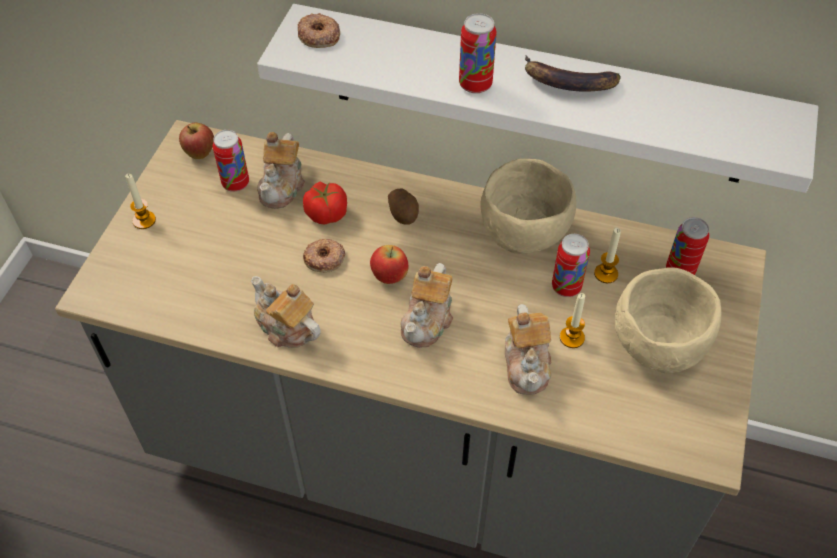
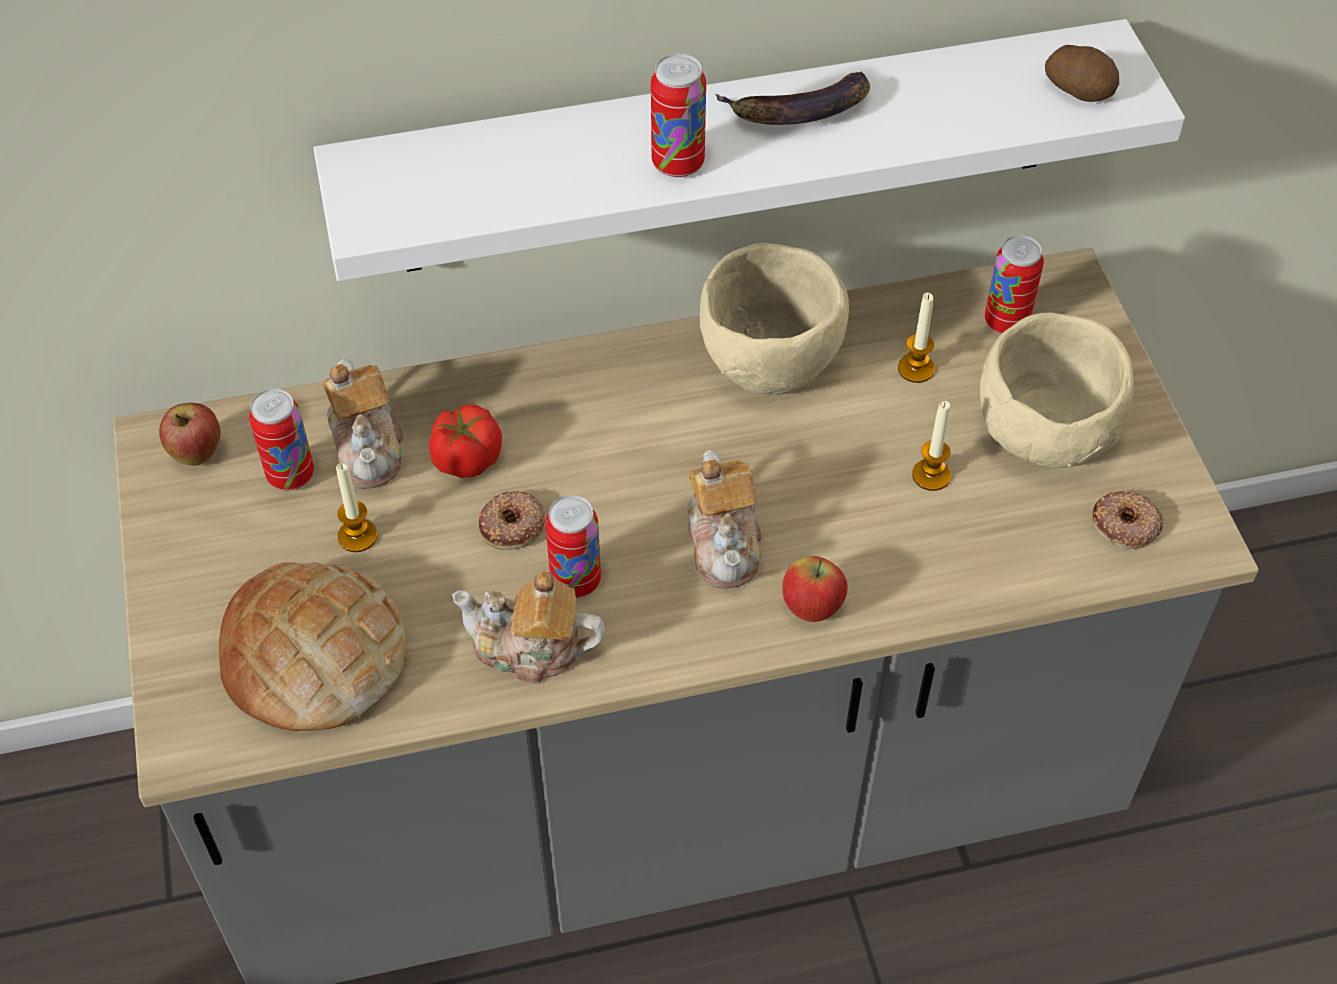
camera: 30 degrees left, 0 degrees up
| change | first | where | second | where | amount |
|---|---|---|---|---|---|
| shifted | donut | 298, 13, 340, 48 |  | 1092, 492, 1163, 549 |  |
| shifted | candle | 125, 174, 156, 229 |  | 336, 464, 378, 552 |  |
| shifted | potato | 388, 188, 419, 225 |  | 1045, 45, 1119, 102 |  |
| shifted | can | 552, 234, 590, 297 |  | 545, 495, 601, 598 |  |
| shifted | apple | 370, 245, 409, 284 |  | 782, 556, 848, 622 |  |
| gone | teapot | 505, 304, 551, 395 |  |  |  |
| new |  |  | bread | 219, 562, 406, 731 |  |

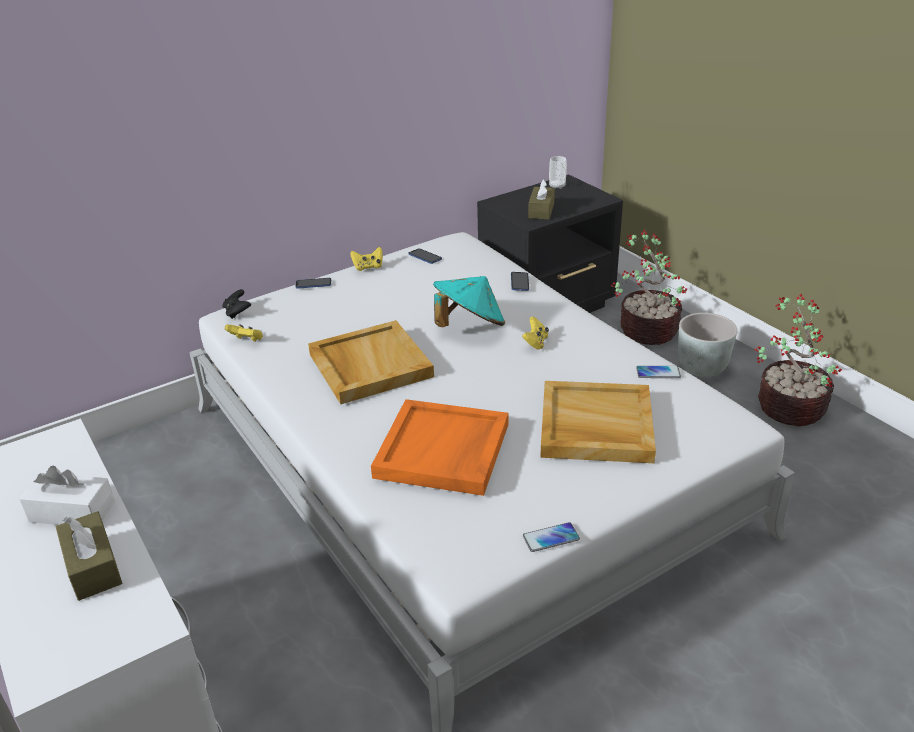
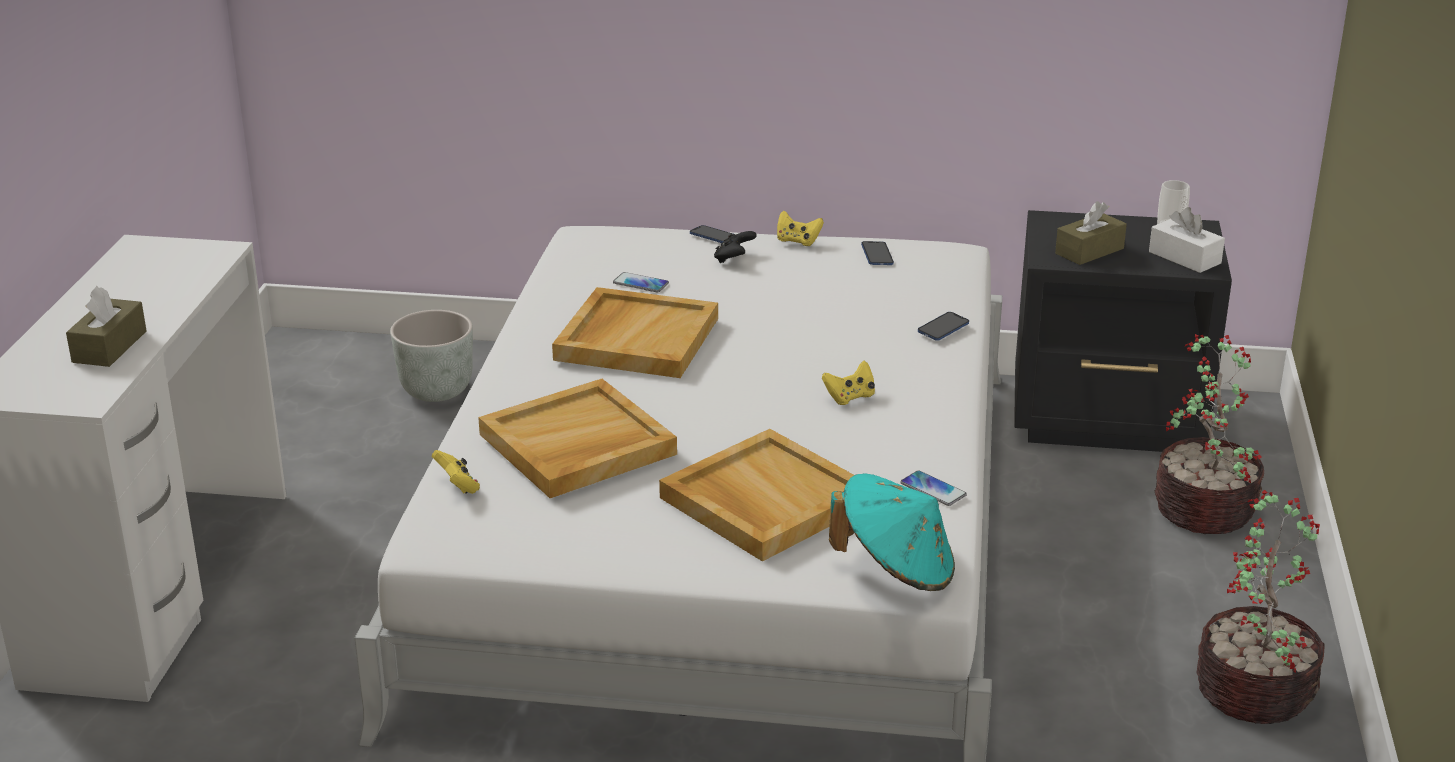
camera: 40 degrees right, 5 degrees down
| change | first | where | second | where | amount |
|---|---|---|---|---|---|
| shifted | turquoise hat | 433, 276, 505, 327 |  | 829, 474, 955, 591 |  |
| shifted | black game controller | 222, 289, 251, 319 |  | 714, 231, 757, 263 |  |
| shifted | grey planter | 678, 313, 737, 377 |  | 390, 310, 473, 402 |  |
| shifted | yellow game controller | 225, 325, 263, 342 |  | 432, 450, 480, 494 |  |
| repainted | orange tray | 371, 399, 508, 496 | beige tray | 478, 379, 677, 498 |  |
| shifted | white tissue box | 19, 466, 115, 525 |  | 1149, 207, 1225, 273 |  |
| shifted | phone | 523, 522, 580, 552 |  | 613, 272, 669, 292 |  |

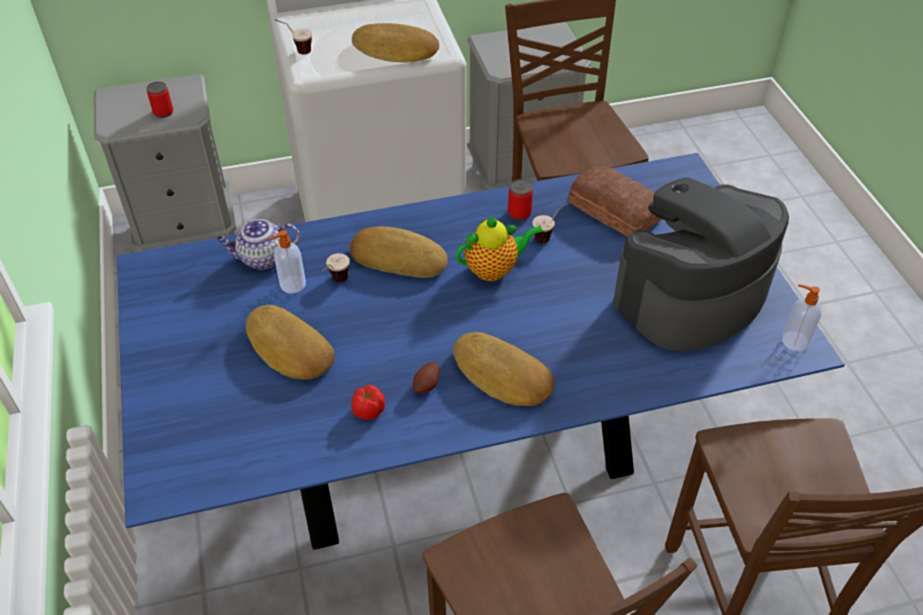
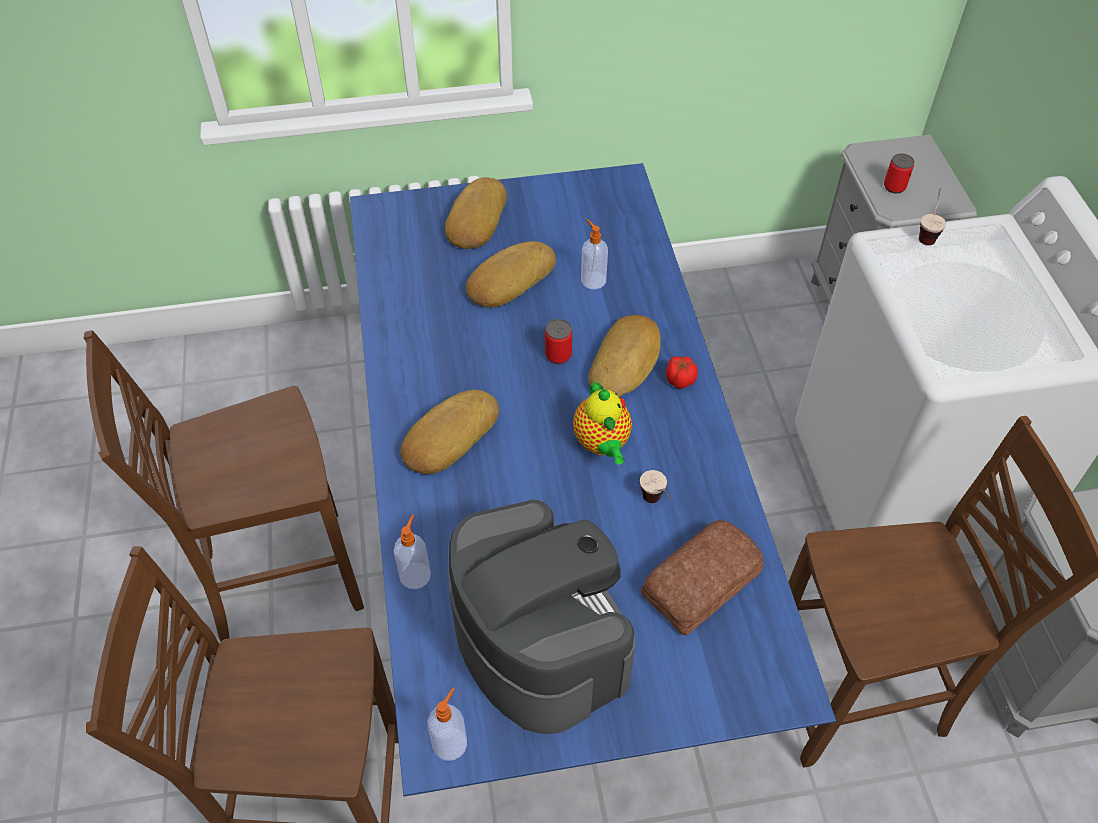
camera: 95 degrees right, 5 degrees up
| change | first | where | second | where | amount |
|---|---|---|---|---|---|
| shifted | bread | 352, 23, 439, 62 |  | 445, 177, 507, 249 |  |
| shifted | can | 508, 179, 533, 220 |  | 545, 319, 572, 364 |  |
| gone | teapot | 216, 219, 300, 270 |  |  |  |
| gone | cup | 322, 253, 350, 283 |  |  |  |
| gone | potato | 413, 362, 440, 394 |  |  |  |
| shifted | tomato | 351, 385, 385, 420 |  | 666, 356, 698, 388 |  |
| new |  |  | soap dispenser | 394, 514, 431, 589 |  |

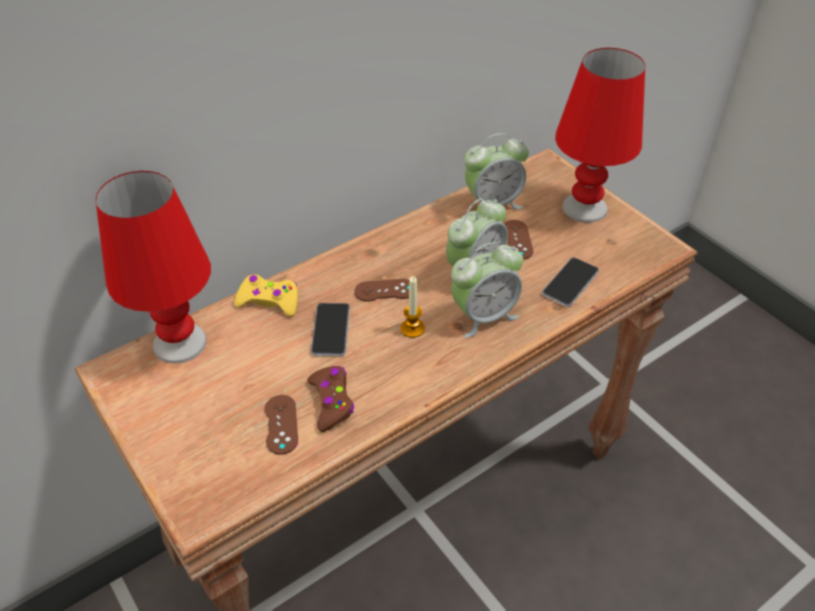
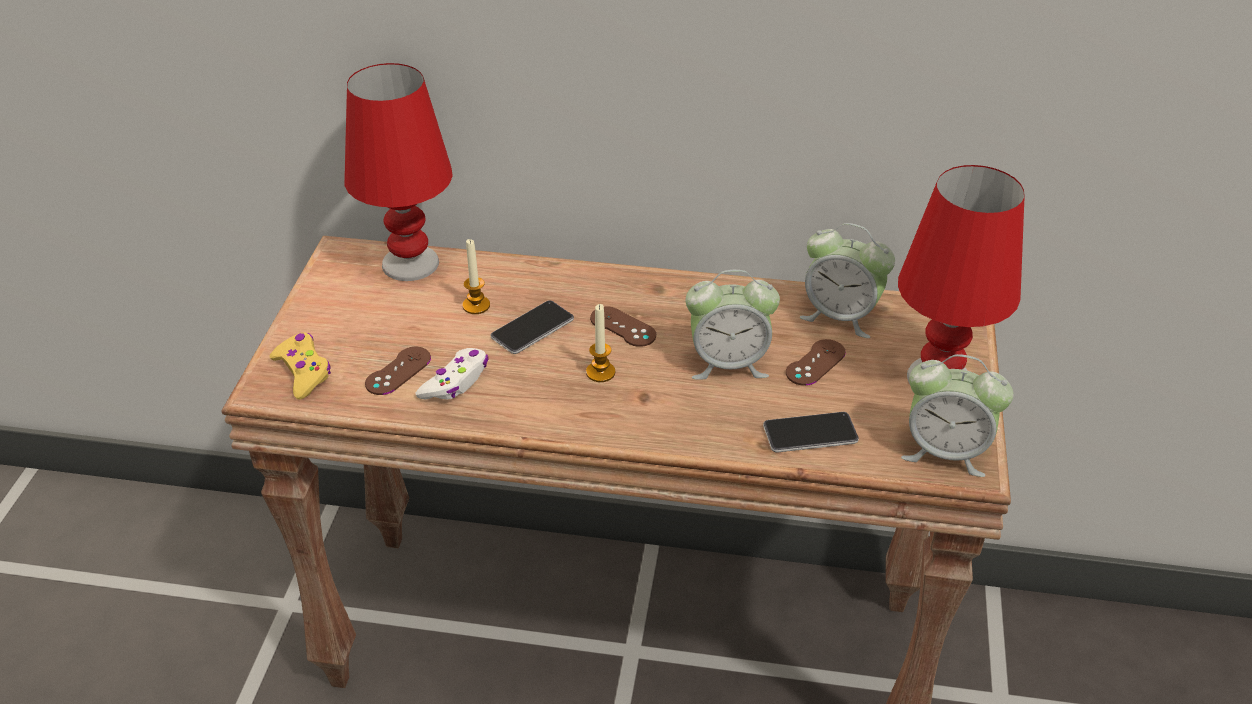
camera: 45 degrees right, 5 degrees down
| change | first | where | second | where | amount |
|---|---|---|---|---|---|
| shifted | alarm clock | 451, 242, 523, 338 |  | 901, 354, 1014, 477 |  |
| shifted | yellow game controller | 234, 274, 298, 316 |  | 270, 332, 331, 400 |  |
| repainted | brown game controller | 307, 366, 354, 432 | white game controller | 416, 348, 488, 399 |  |
| new |  |  | candle | 462, 239, 490, 314 |  |

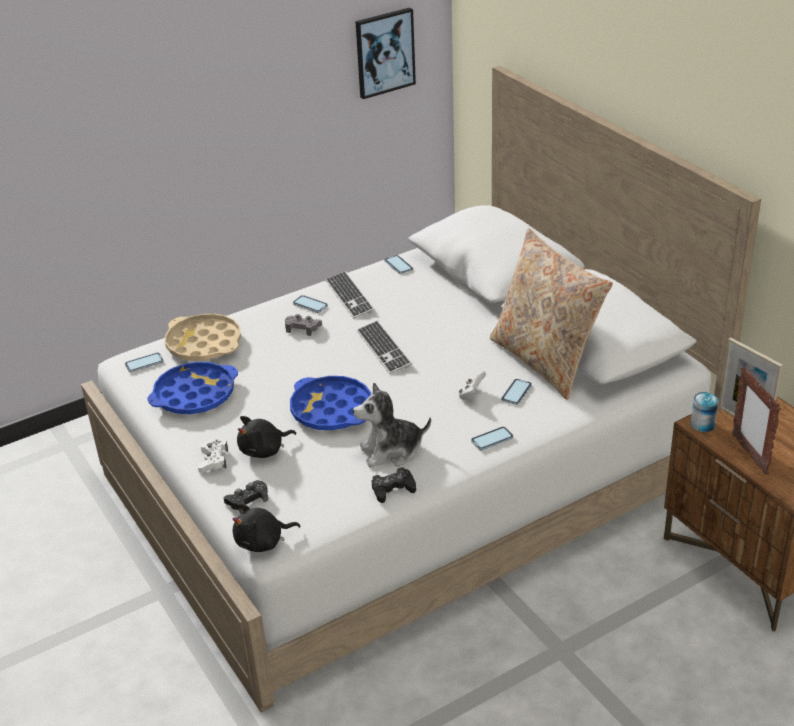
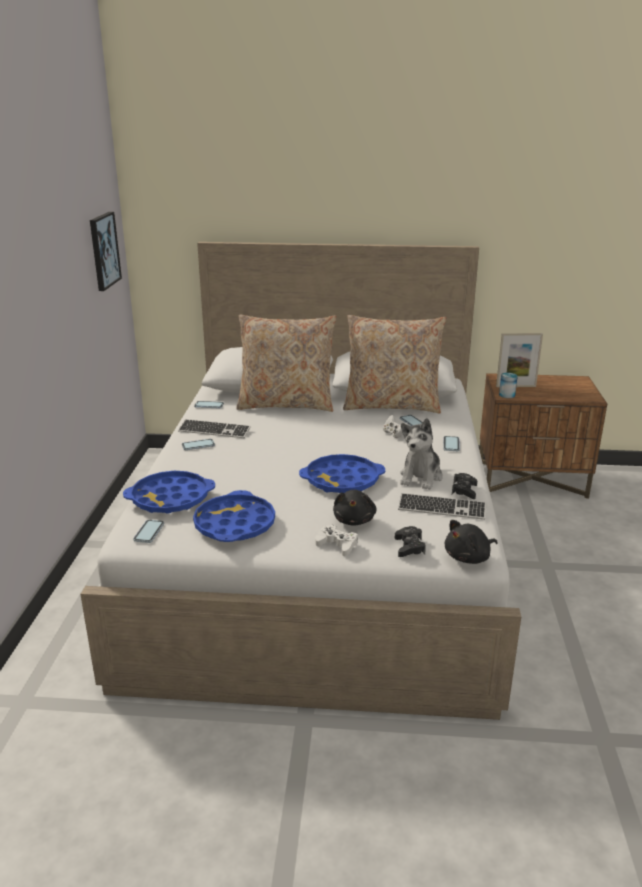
camera: 55 degrees left, 10 degrees down
| change | first | where | second | where | amount |
|---|---|---|---|---|---|
| repainted | beige tray | 165, 314, 241, 361 | blue tray | 123, 471, 215, 514 |  |
| gone | grey game controller | 285, 314, 322, 336 |  |  |  |
| shifted | keyboard | 357, 321, 412, 374 |  | 398, 493, 486, 520 |  |
| gone | picture frame | 732, 367, 781, 474 |  |  |  |
| rotated | black plush toy | 232, 504, 300, 552 |  | 445, 520, 498, 564 | 45 degrees clockwise |
| new |  |  | beige pillow | 236, 314, 336, 412 |  |

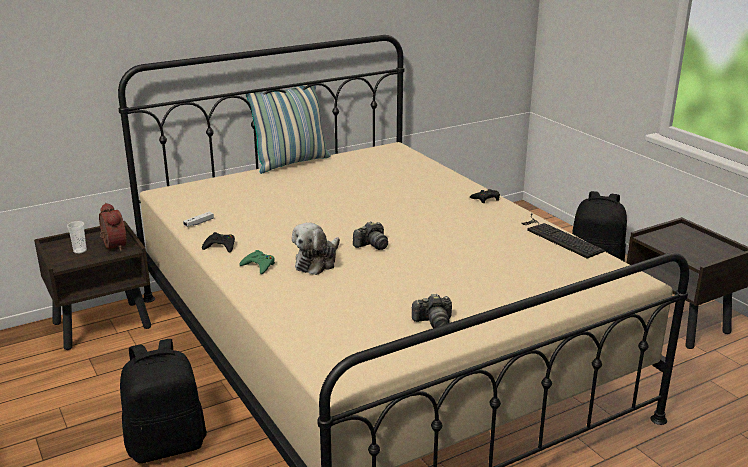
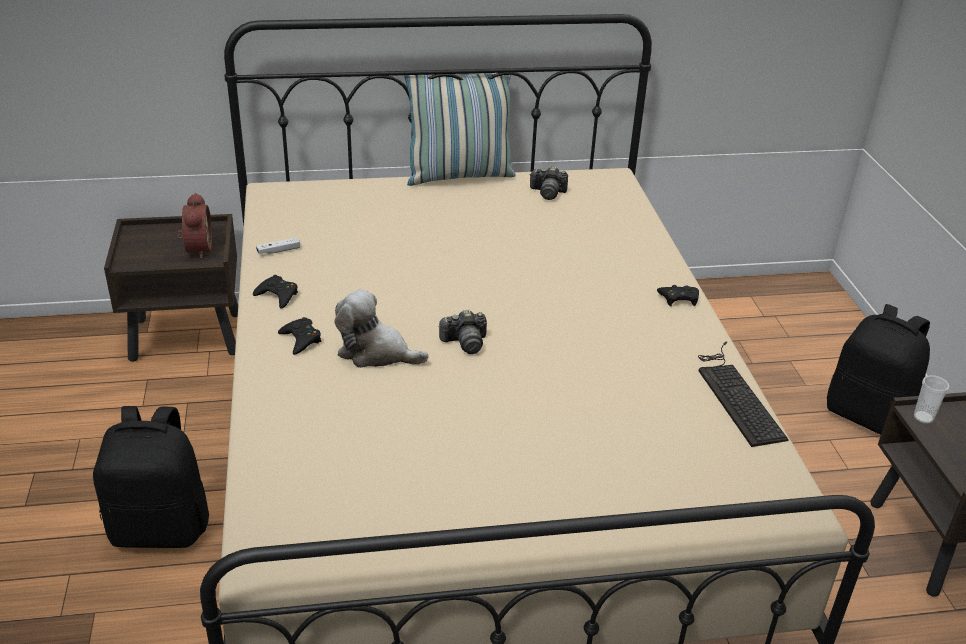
camera: 20 degrees right, 10 degrees up
| change | first | where | second | where | amount |
|---|---|---|---|---|---|
| shifted | cup | 67, 221, 87, 254 |  | 914, 375, 950, 424 |  |
| rotated | plush toy | 292, 222, 340, 275 |  | 334, 289, 429, 368 | 60 degrees clockwise |
| repainted | green game controller | 239, 250, 275, 274 | black game controller | 278, 317, 321, 355 |  |
| shifted | photo camera | 411, 294, 452, 328 |  | 529, 166, 568, 200 |  |

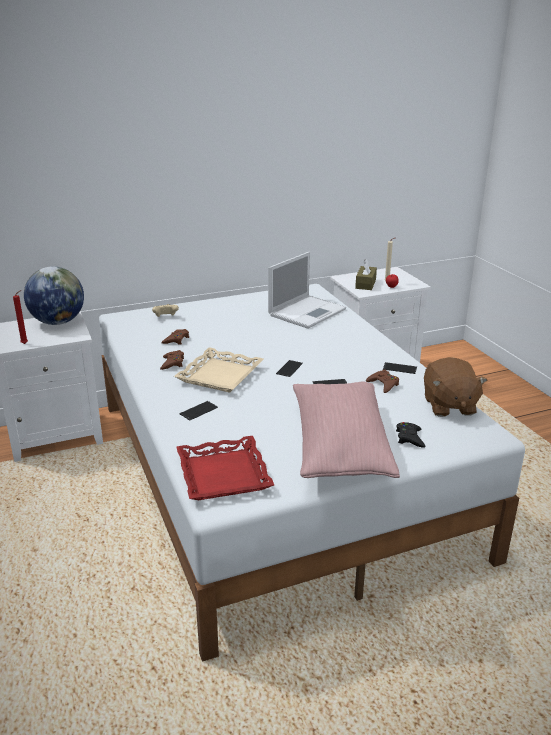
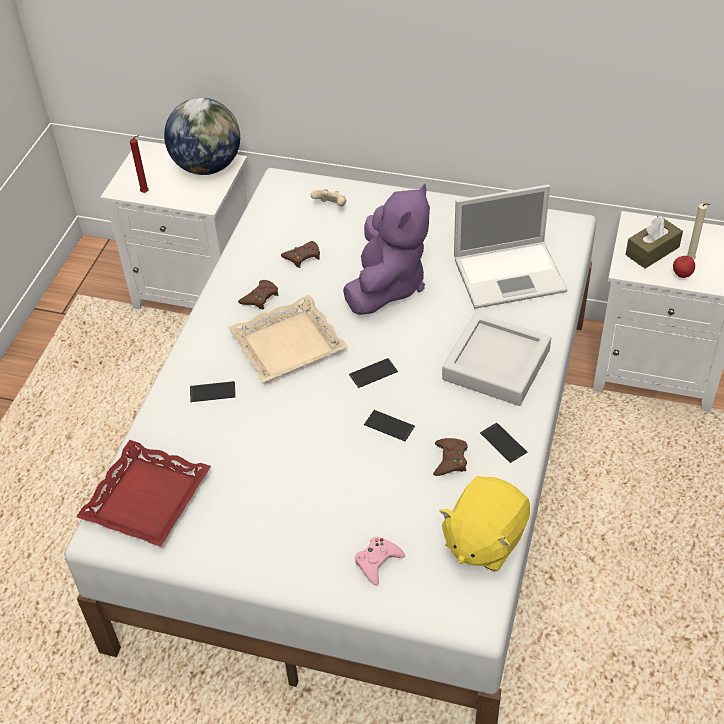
camera: 40 degrees right, 20 degrees up
| change | first | where | second | where | amount |
|---|---|---|---|---|---|
| repainted | brown plush toy | 424, 357, 487, 417 | yellow plush toy | 439, 476, 530, 571 |  |
| gone | pink pillow | 293, 381, 400, 478 |  |  |  |
| repainted | black game controller | 396, 422, 426, 448 | pink game controller | 355, 537, 405, 586 |  |
| new |  |  | purple plush toy | 343, 184, 430, 315 |  |
| new |  |  | grey tray | 442, 313, 551, 406 |  |

